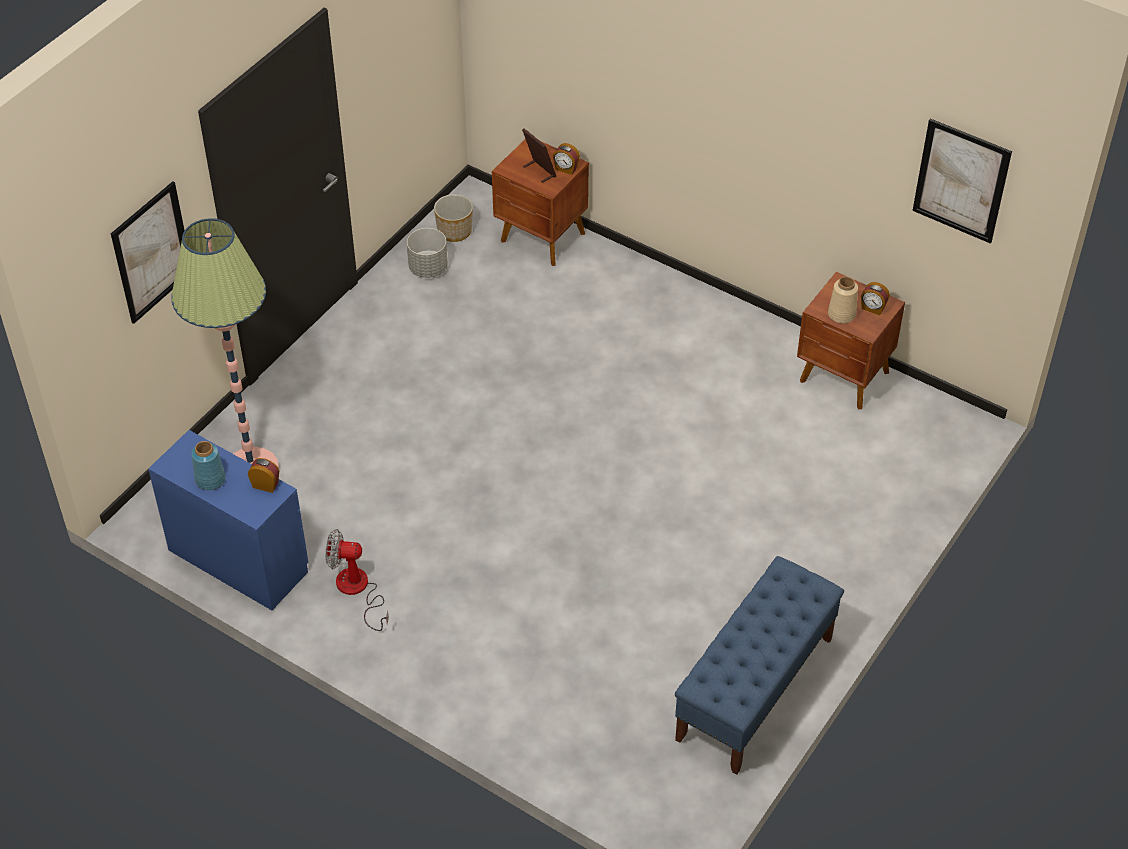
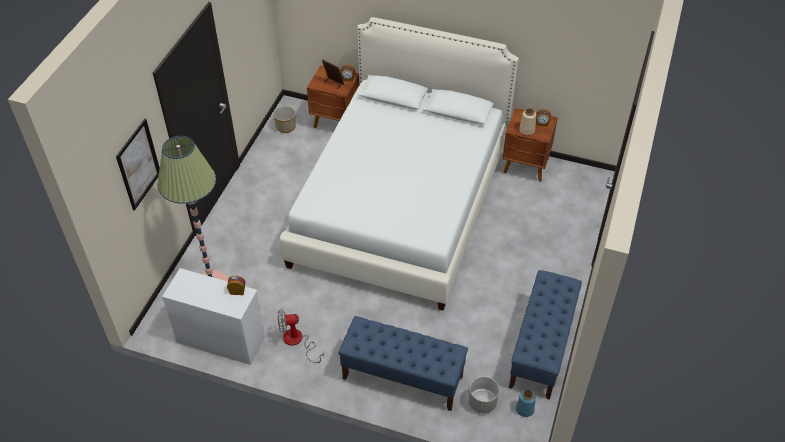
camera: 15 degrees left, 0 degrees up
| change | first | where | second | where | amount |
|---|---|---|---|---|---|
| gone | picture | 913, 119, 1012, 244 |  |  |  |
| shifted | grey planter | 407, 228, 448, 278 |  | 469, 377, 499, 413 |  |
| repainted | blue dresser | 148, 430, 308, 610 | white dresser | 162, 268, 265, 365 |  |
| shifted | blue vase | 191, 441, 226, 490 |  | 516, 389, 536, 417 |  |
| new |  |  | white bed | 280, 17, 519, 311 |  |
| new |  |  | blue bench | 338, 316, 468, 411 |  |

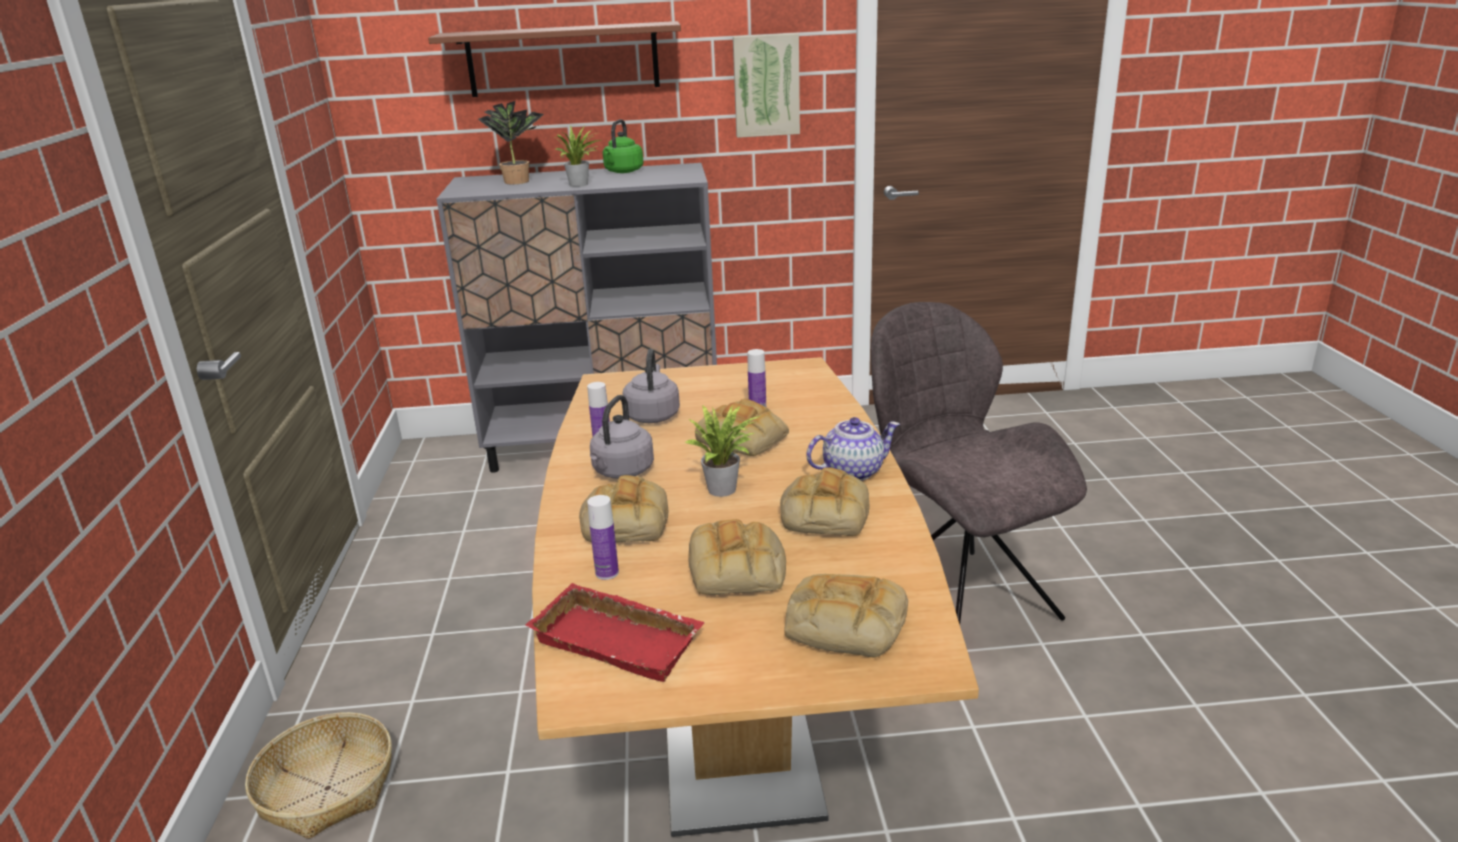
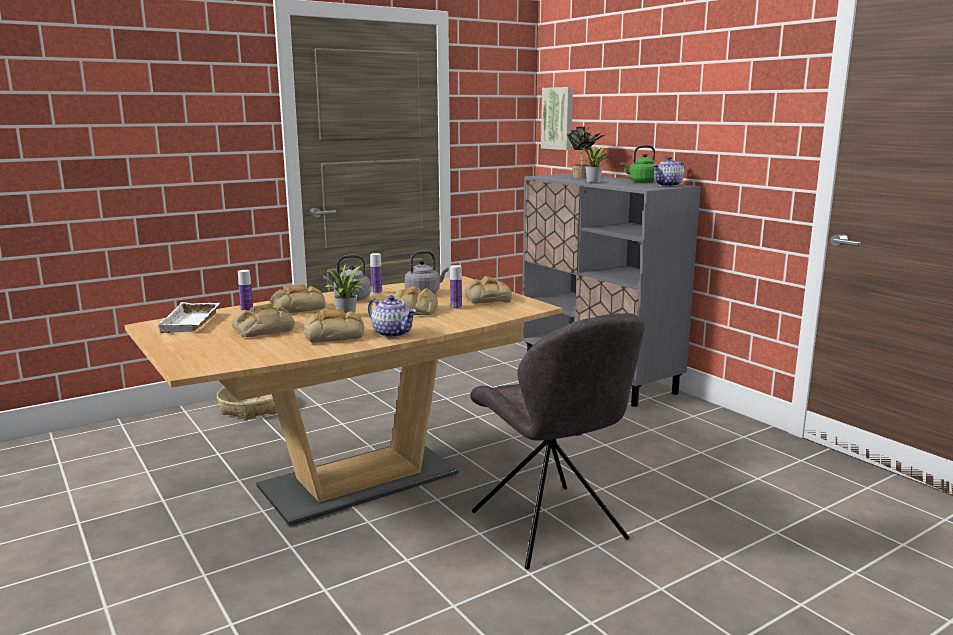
camera: 60 degrees right, 10 degrees down
| change | first | where | second | where | amount |
|---|---|---|---|---|---|
| gone | brown shelf | 428, 21, 681, 97 |  |  |  |
| shifted | picture | 733, 33, 800, 138 |  | 541, 87, 573, 150 |  |
| rotated | grey chair | 871, 302, 1087, 624 |  | 471, 313, 645, 569 | 120 degrees clockwise |
| shifted | bread | 784, 574, 908, 658 |  | 465, 276, 512, 304 |  |
| repainted | red tray | 525, 583, 705, 682 | white tray | 155, 302, 220, 333 |  |
| new |  |  | teapot | 653, 157, 685, 186 |  |

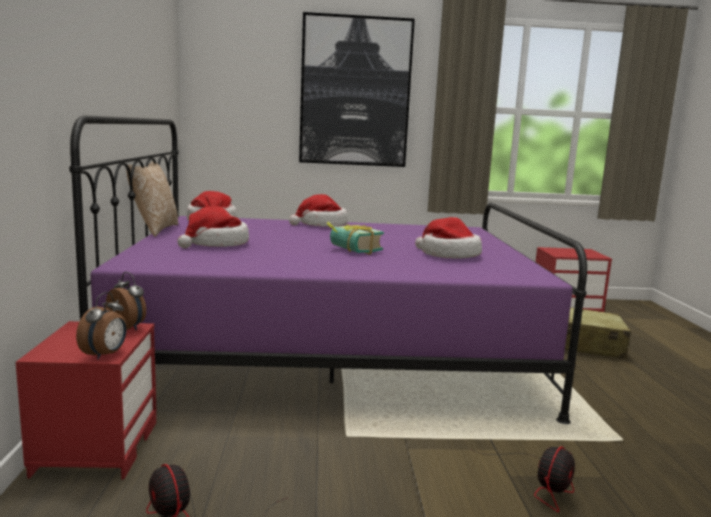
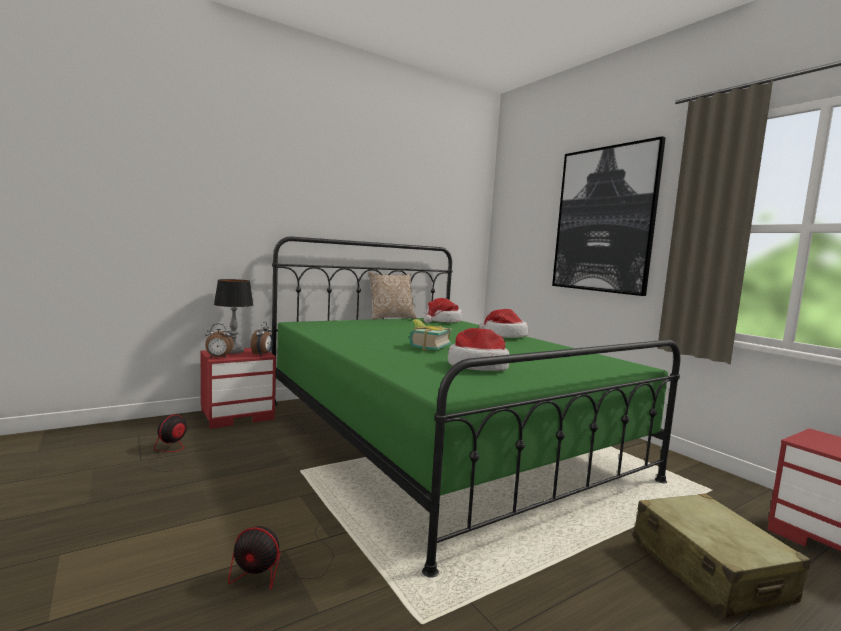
camera: 60 degrees right, 5 degrees down
| change | first | where | second | where | amount |
|---|---|---|---|---|---|
| repainted | purple bed | 69, 115, 587, 424 | green bed | 272, 237, 680, 577 |  |
| gone | hat | 178, 206, 249, 248 |  |  |  |
| new |  |  | table lamp | 214, 279, 253, 354 |  |

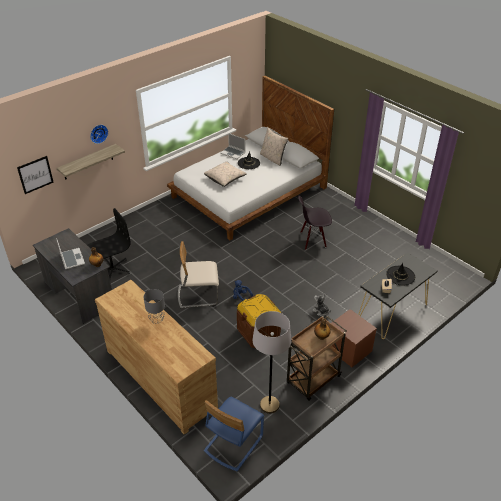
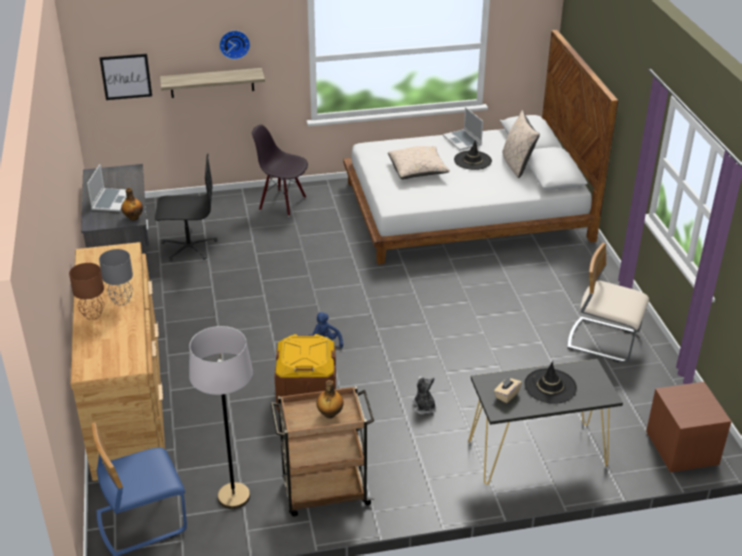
camera: 30 degrees right, 5 degrees down
| change | first | where | second | where | amount |
|---|---|---|---|---|---|
| shifted | black chair | 298, 196, 332, 250 |  | 252, 125, 308, 216 |  |
| shifted | beige chair | 178, 241, 219, 308 |  | 567, 243, 649, 362 |  |
| shifted | brown nightstand | 331, 309, 377, 367 |  | 646, 382, 732, 472 |  |
| new |  |  | brown table lamp | 69, 263, 104, 320 |  |

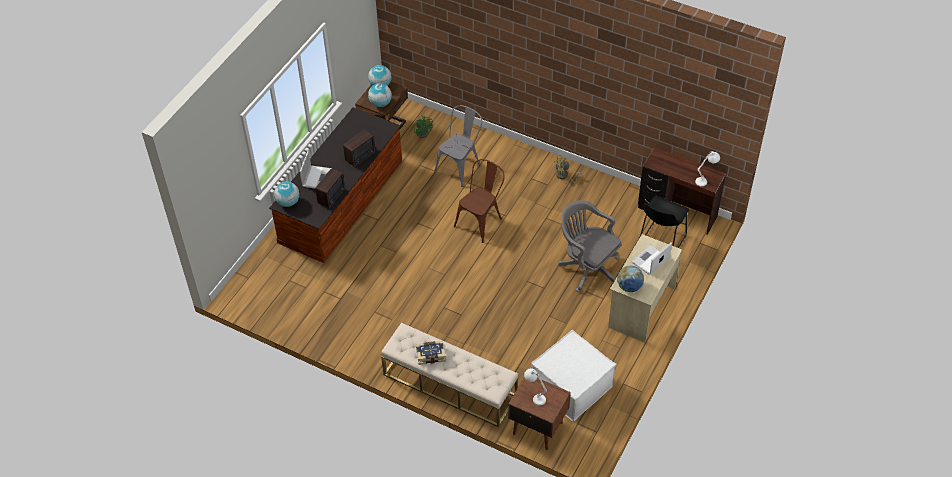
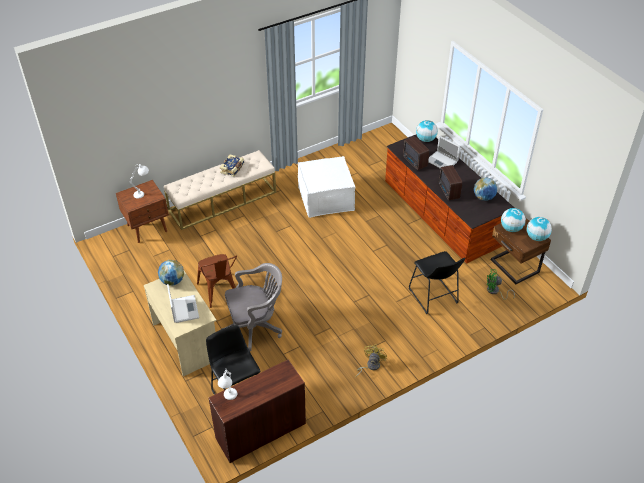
camera: 120 degrees right, 5 degrees down
| change | first | where | second | where | amount |
|---|---|---|---|---|---|
| swapped | grey chair | 434, 105, 482, 187 | black stool | 409, 251, 465, 314 |  |
| shifted | brown chair | 454, 159, 505, 243 |  | 197, 254, 237, 308 |  |
| shifted | white ottoman | 531, 330, 617, 421 |  | 298, 156, 355, 218 |  |
| new |  |  | globe | 474, 177, 497, 201 |  |

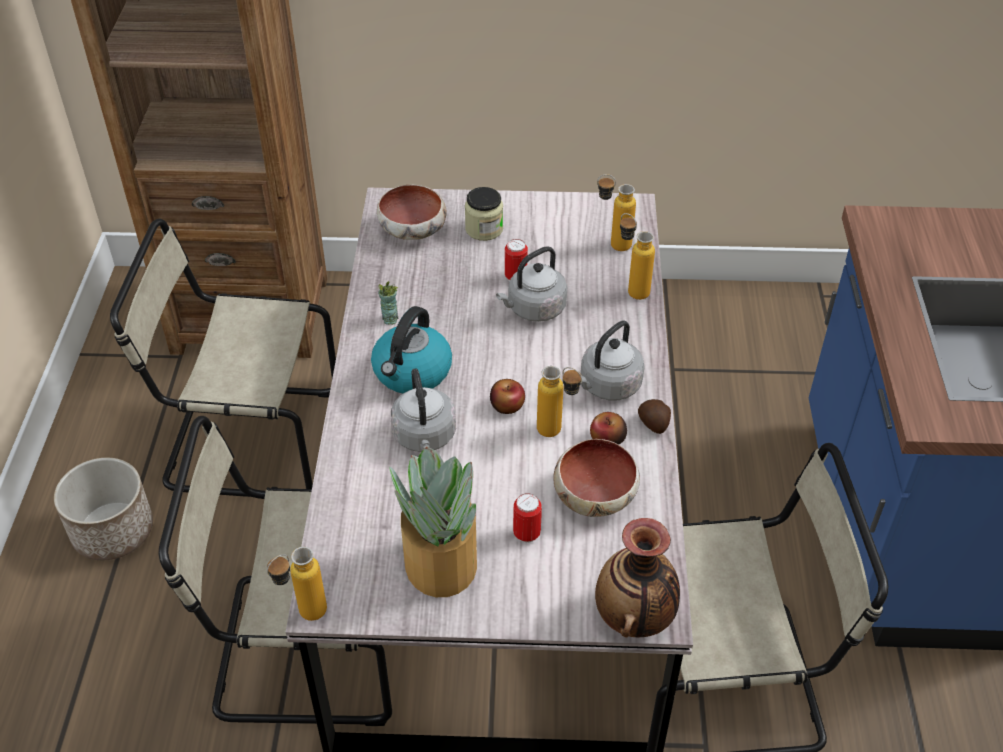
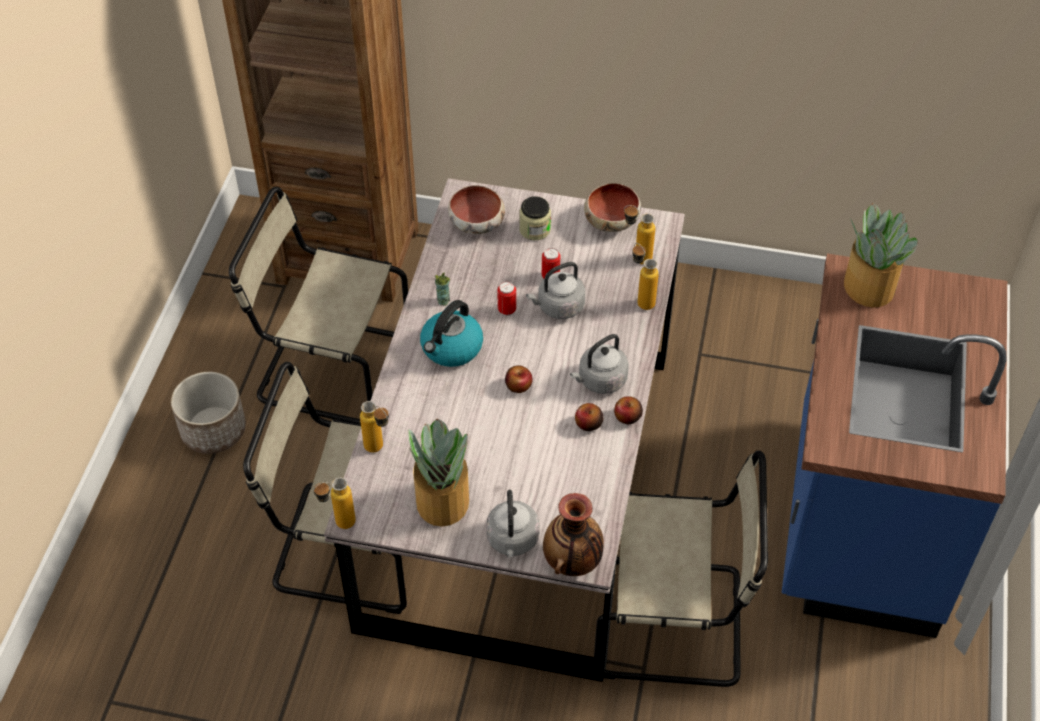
camera: 10 degrees right, 5 degrees up
| change | first | where | second | where | amount |
|---|---|---|---|---|---|
| shifted | bottle | 537, 366, 582, 437 |  | 360, 401, 389, 453 |  |
| shifted | grey kettle | 391, 369, 456, 452 |  | 486, 490, 540, 557 |  |
| swapped | potato | 638, 399, 671, 434 | apple | 614, 396, 643, 424 |  |
| shifted | bowl | 553, 439, 640, 517 |  | 584, 183, 641, 232 |  |
| shifted | can | 513, 493, 542, 543 |  | 498, 282, 516, 316 |  |
| new |  |  | potted plant | 844, 203, 918, 308 |  |

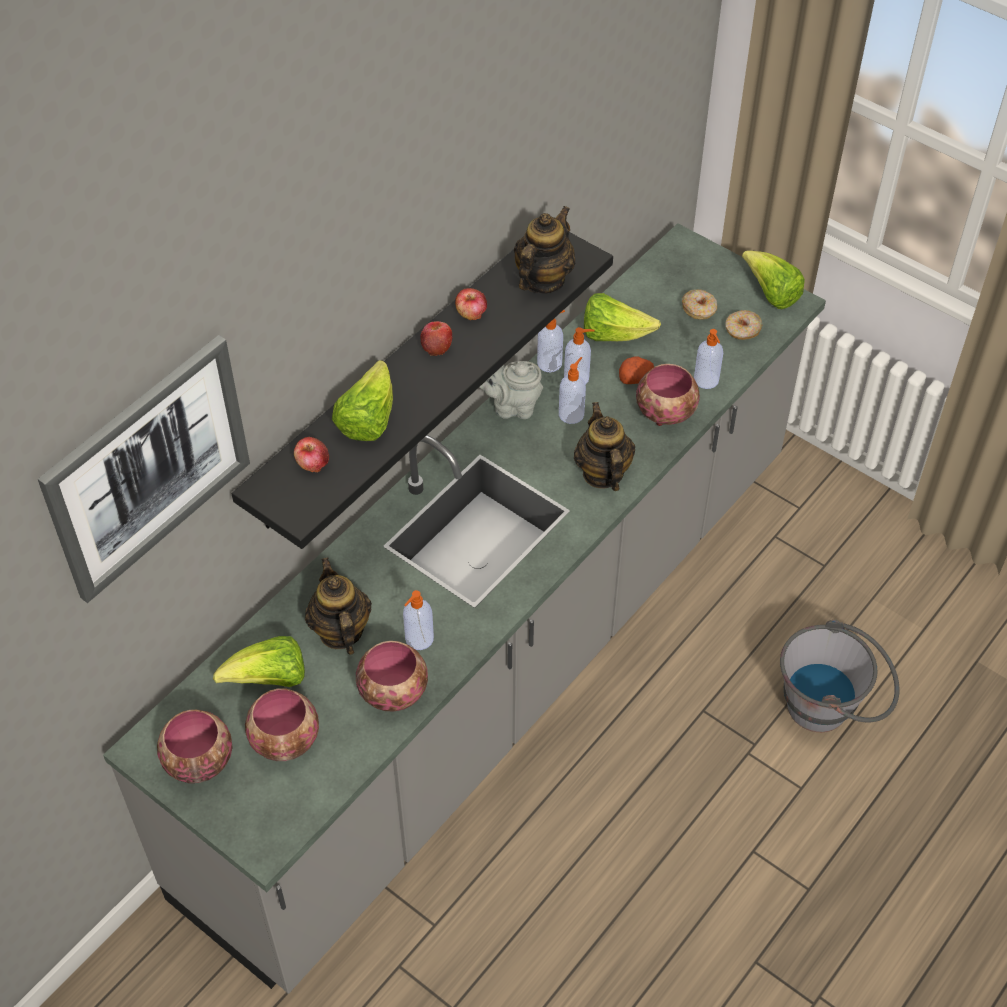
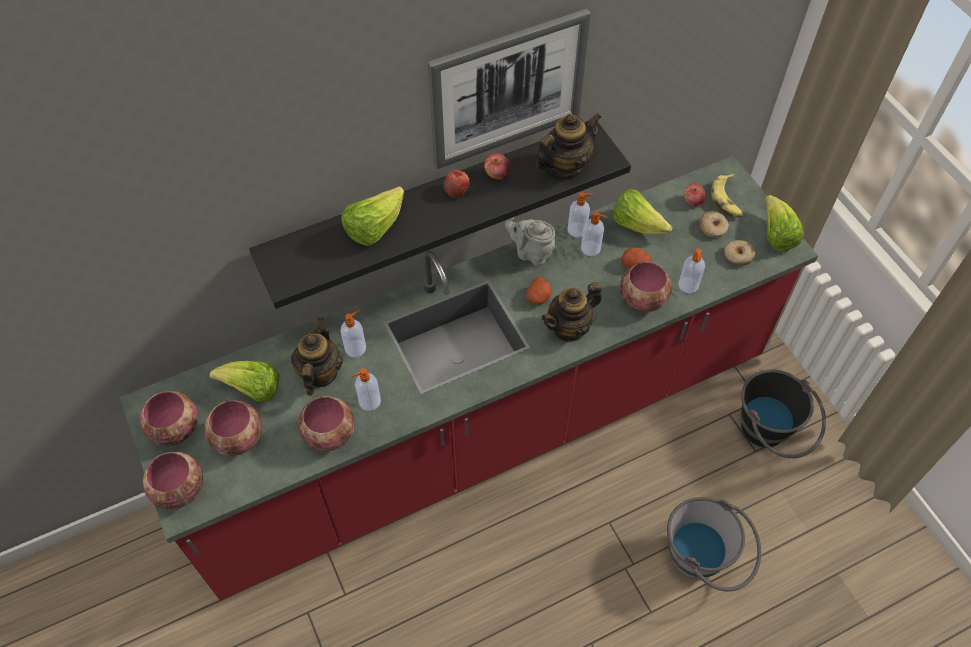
camera: 25 degrees right, 5 degrees up
| change | first | where | second | where | amount |
|---|---|---|---|---|---|
| repainted | grey counter | 103, 223, 826, 994 | red counter | 120, 156, 818, 600 |  |
| shifted | picture | 38, 335, 250, 603 |  | 428, 9, 591, 169 |  |
| shifted | soap dispenser | 559, 357, 586, 424 |  | 341, 310, 366, 357 |  |
| rotated | teapot | 574, 402, 635, 491 |  | 541, 282, 602, 343 | 135 degrees counterclockwise |
| shifted | apple | 294, 437, 329, 473 |  | 684, 183, 706, 207 |  |
| new |  |  | banana | 711, 174, 743, 218 |  |
| new |  |  | potato | 526, 278, 551, 305 |  |
| new |  |  | black bucket | 740, 369, 826, 458 |  |
| new |  |  | bowl | 143, 451, 203, 509 |  |

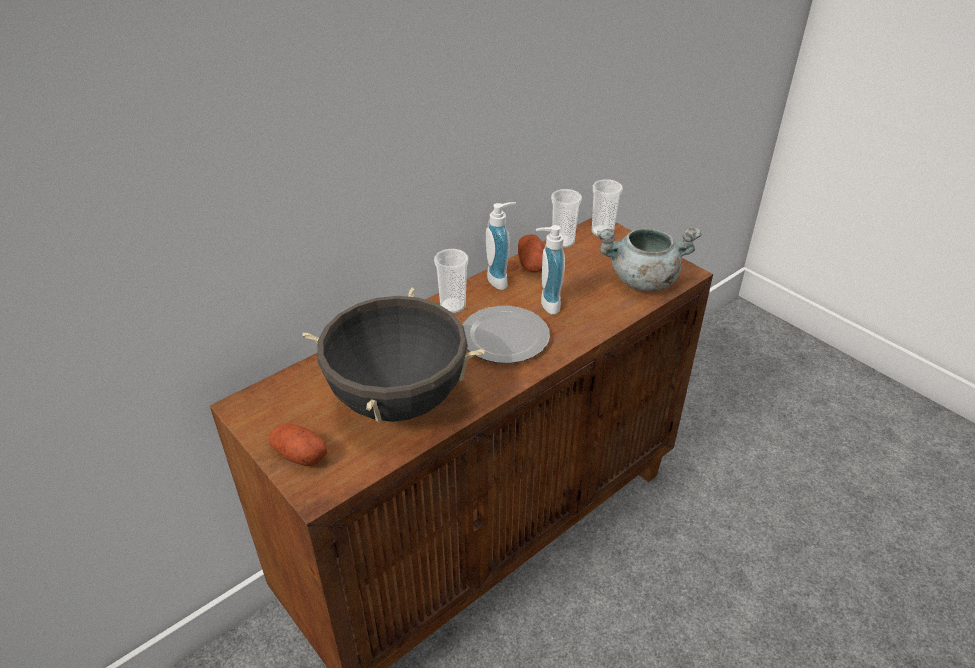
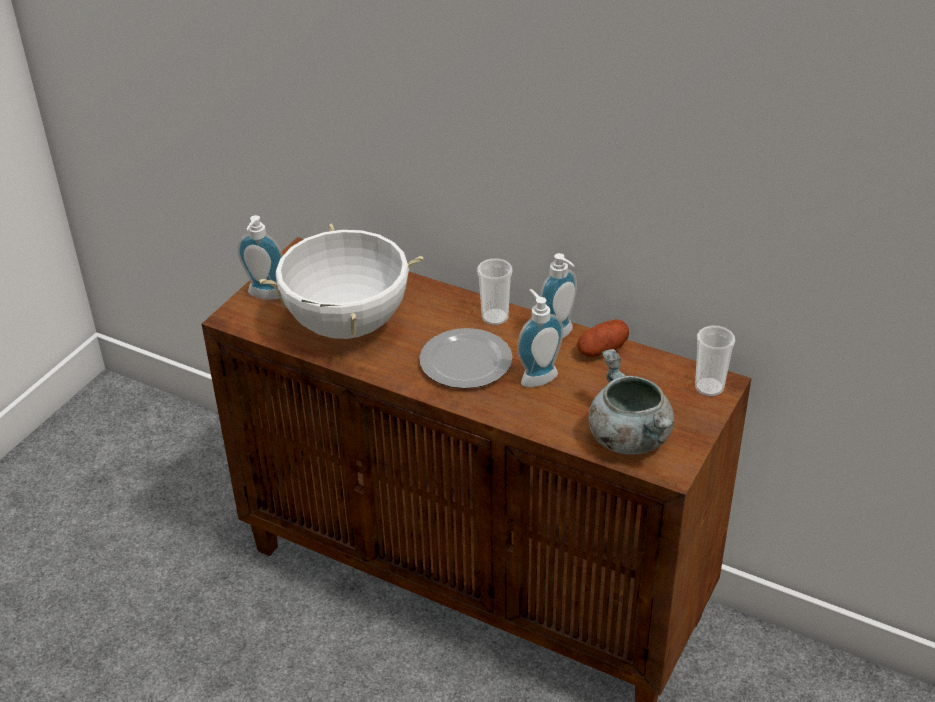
camera: 70 degrees right, 0 degrees up
| change | first | where | second | where | amount |
|---|---|---|---|---|---|
| gone | cup | 551, 189, 582, 248 |  |  |  |
| repainted | black cooking pot | 302, 288, 485, 423 | white cooking pot | 259, 224, 423, 339 |  |
| swapped | potato | 268, 423, 327, 466 | soap dispenser | 237, 215, 283, 300 |  |

